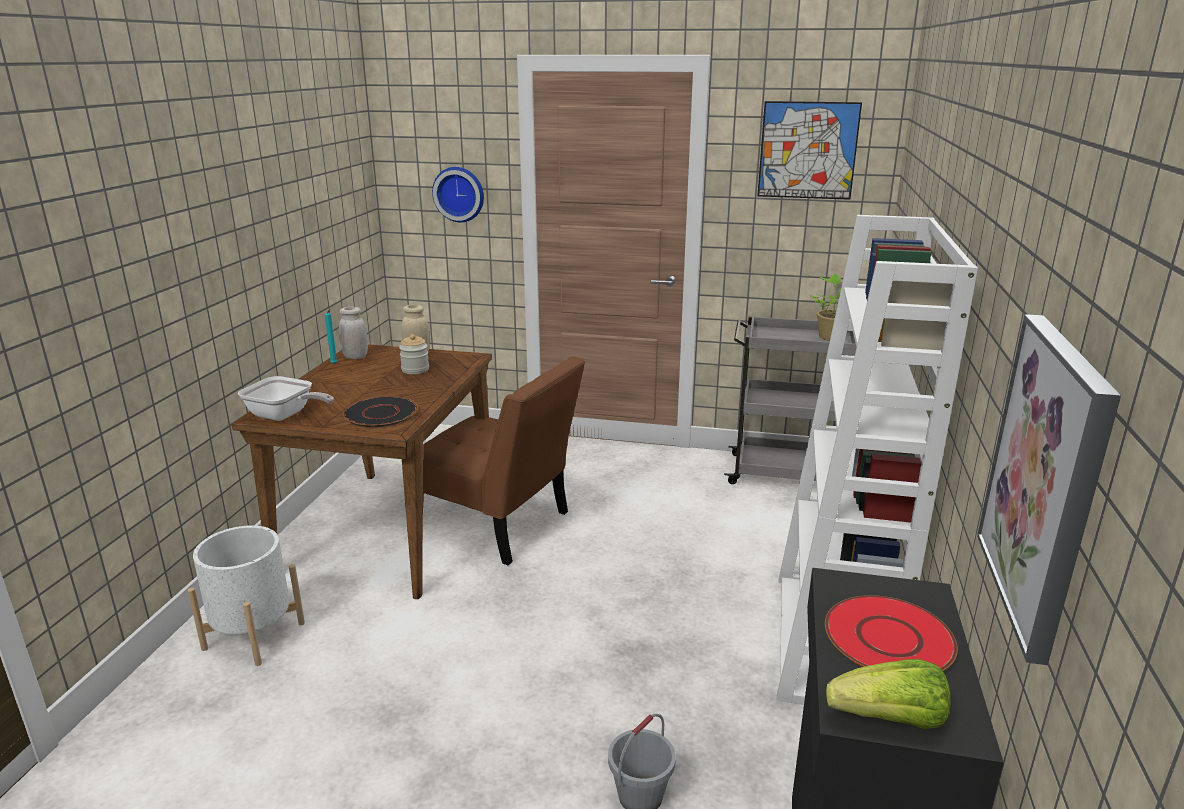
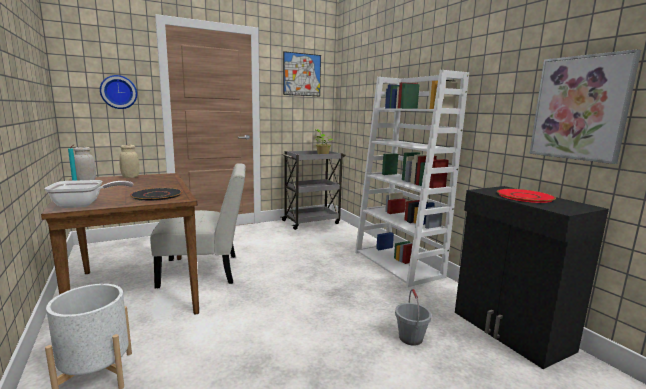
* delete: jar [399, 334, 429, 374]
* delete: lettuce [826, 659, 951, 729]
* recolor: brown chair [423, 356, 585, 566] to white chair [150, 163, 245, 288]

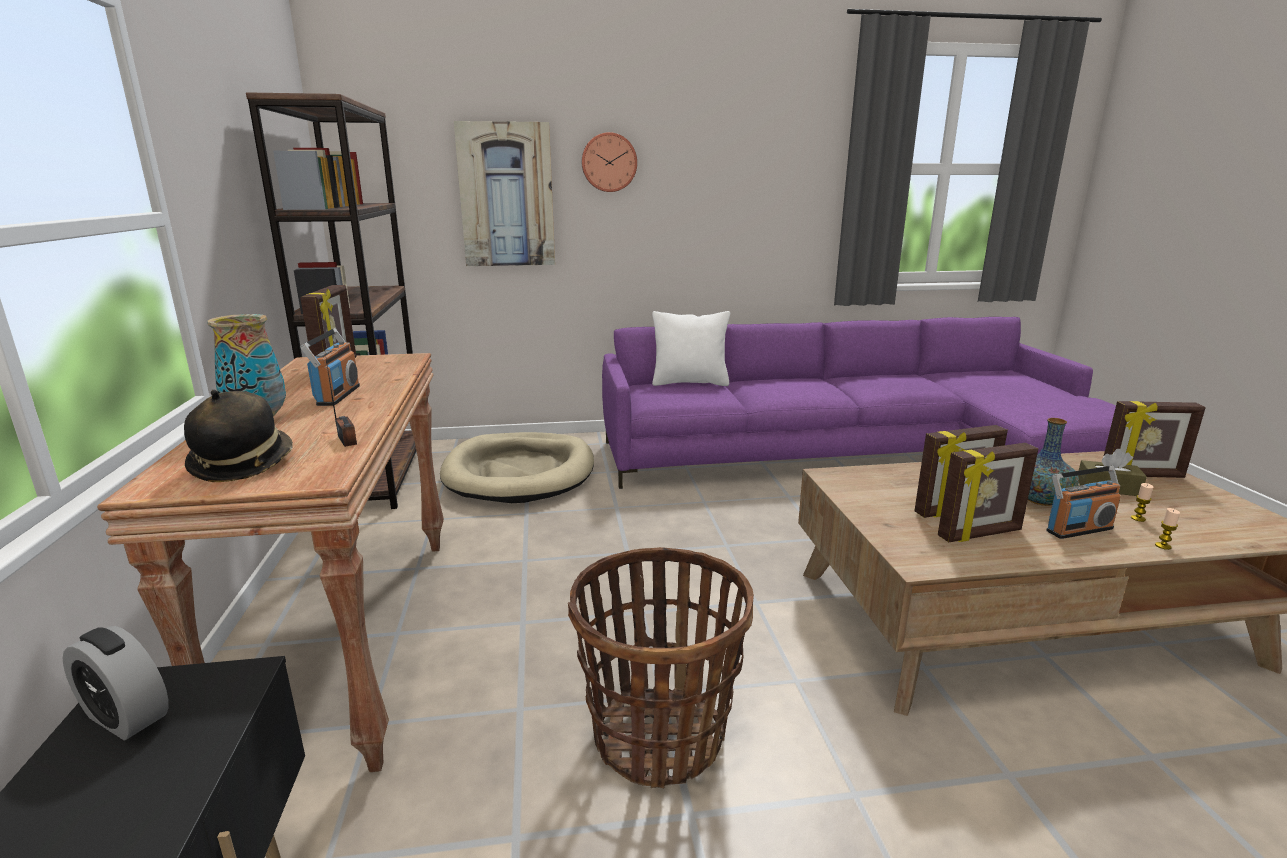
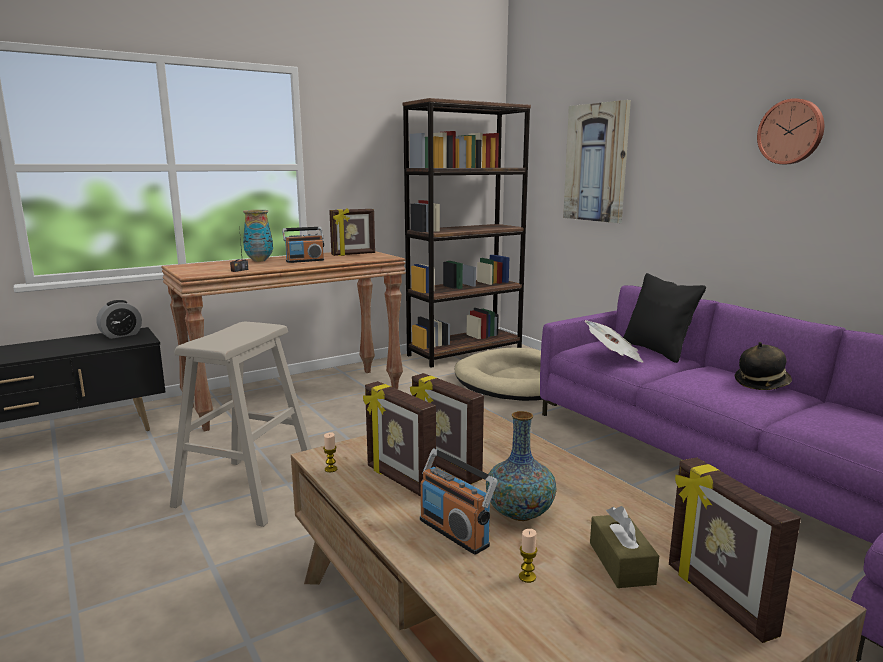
* insert: newspaper [585, 320, 644, 363]
* move: hat [184, 390, 293, 482] to [735, 342, 792, 390]
* move: wall clock [582, 132, 637, 192] to [757, 98, 824, 164]
* move: candle [1155, 508, 1180, 550] to [323, 432, 337, 472]
* replace: basket [568, 547, 754, 788] to beige stool [170, 322, 312, 527]
* recolor: white pillow [652, 311, 730, 386] to black pillow [623, 273, 706, 363]
* rotate: alarm clock [63, 626, 169, 741] = [97, 300, 142, 339] 135 degrees counterclockwise

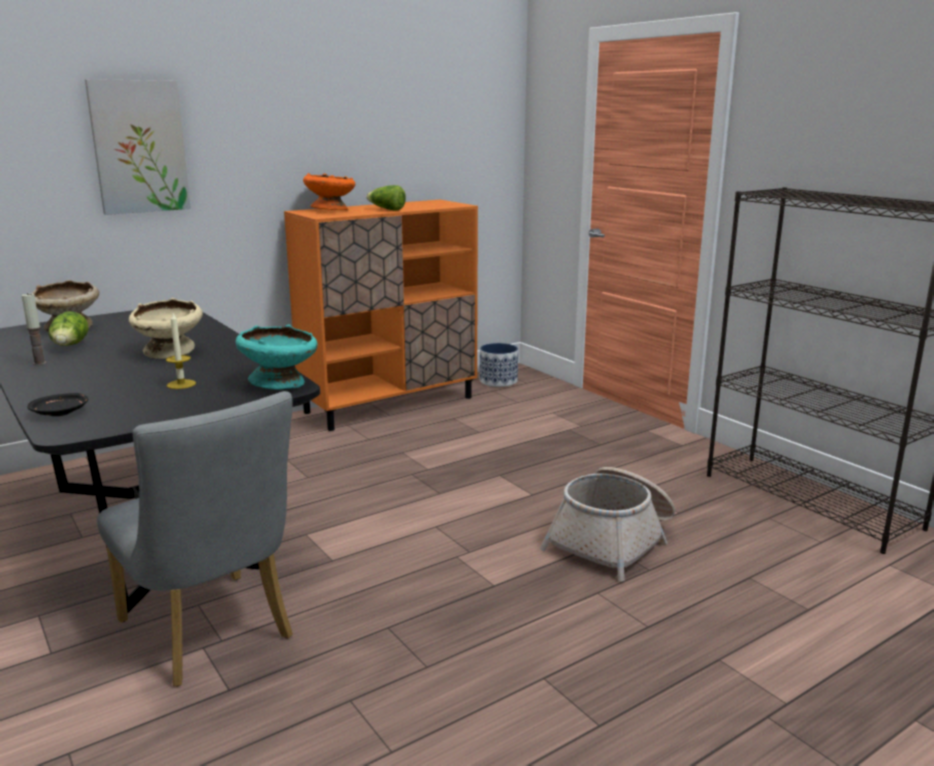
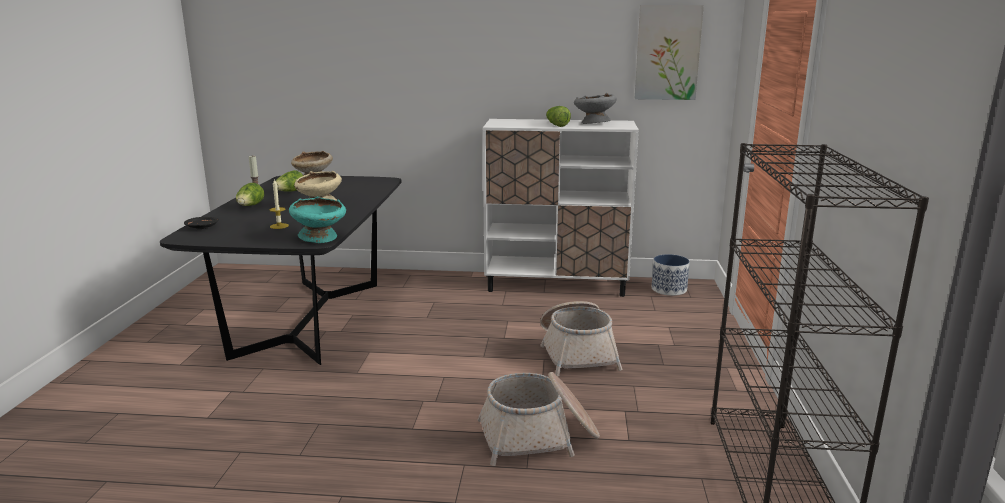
* delete: grey chair [97, 391, 293, 686]
* delete: orange bowl [303, 173, 355, 210]
* insert: lettuce [236, 183, 264, 206]
* insert: basket [540, 301, 623, 376]
* insert: grey bowl [574, 93, 617, 124]
* move: picture [85, 79, 191, 215] to [635, 5, 704, 100]
* recolor: orange cabinet [284, 200, 478, 431] to white cabinet [483, 119, 639, 297]

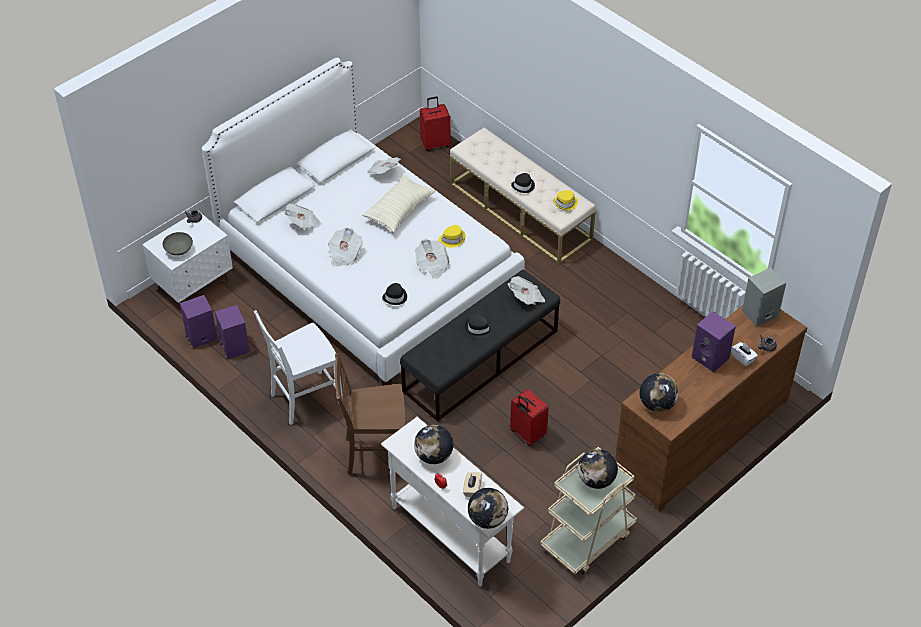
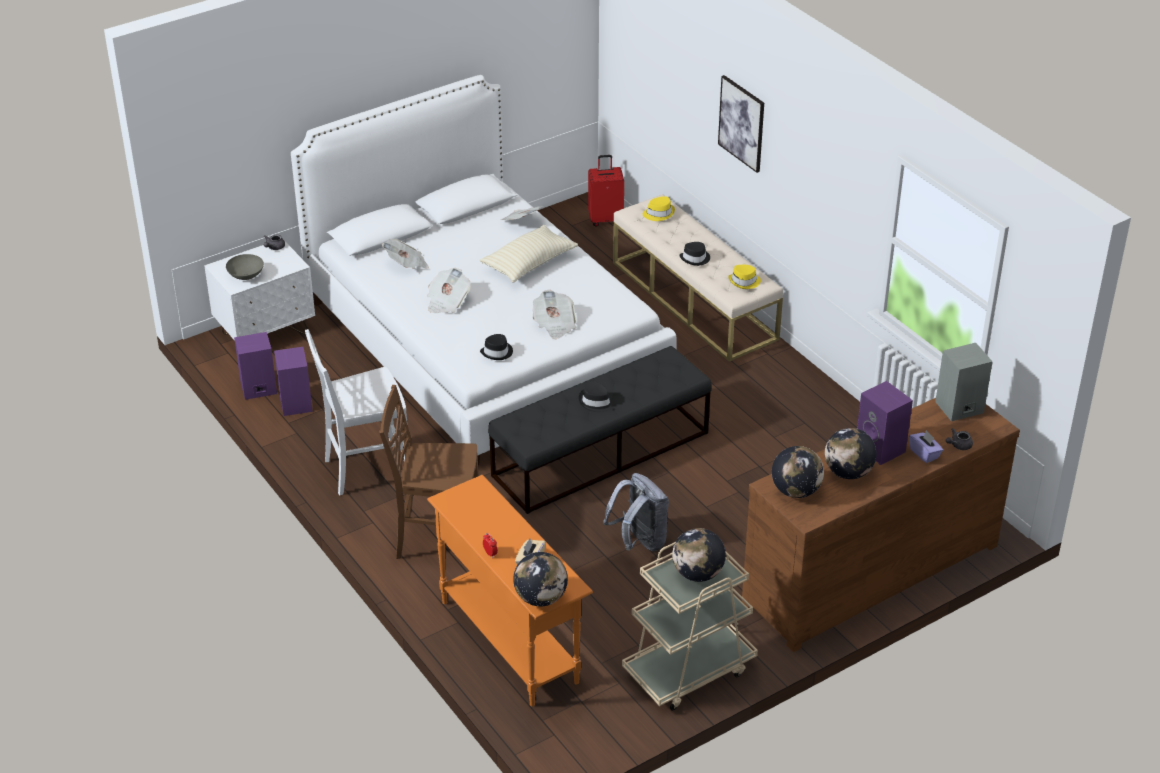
* delete: newspaper [508, 276, 545, 305]
* insert: picture [718, 75, 764, 173]
* move: globe [414, 425, 453, 464] to [825, 428, 877, 479]
* move: yellow hat [438, 225, 466, 248] to [643, 196, 675, 221]
* replace: red suitcase [510, 389, 549, 446] to grey backpack [603, 473, 669, 551]
* recolor: white console table [381, 417, 524, 587] to orange console table [427, 475, 593, 707]
* recolor: white tissue box [731, 342, 758, 366] to purple tissue box [909, 430, 943, 463]

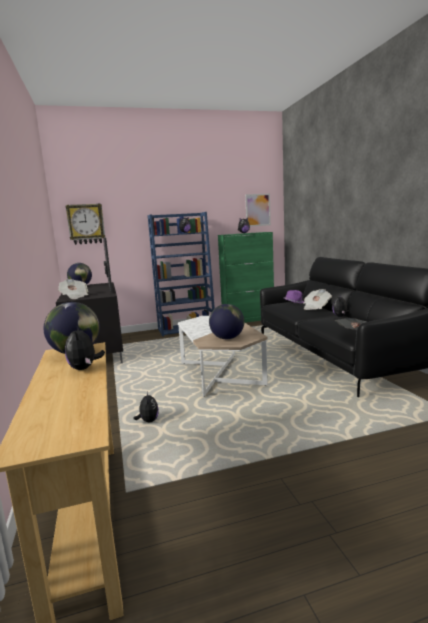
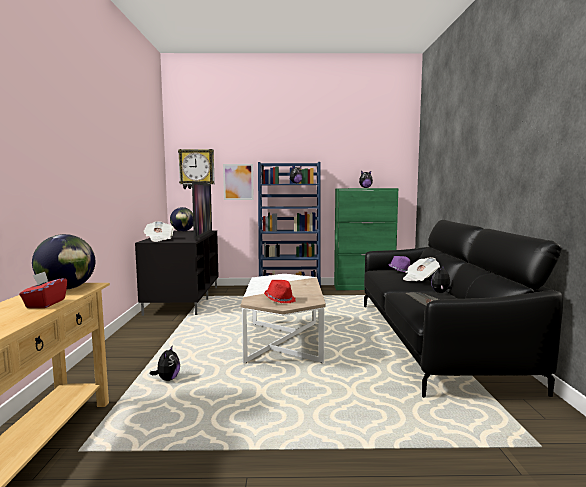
* move: picture [245, 194, 271, 227] to [223, 164, 254, 200]
* replace: plush toy [65, 326, 105, 370] to red tissue box [19, 271, 67, 308]
* replace: globe [209, 304, 244, 339] to red hat [264, 280, 296, 303]

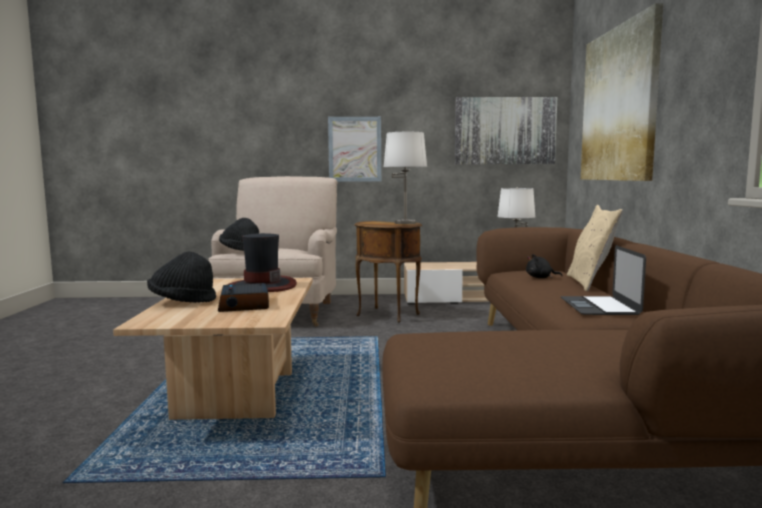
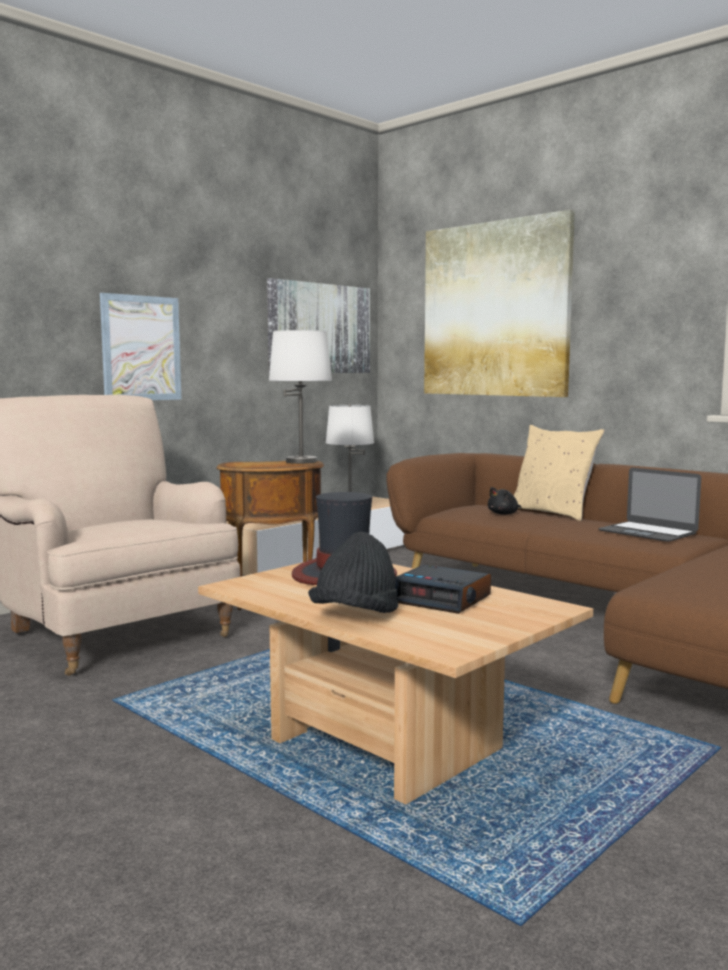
* delete: black hat [219, 218, 259, 251]

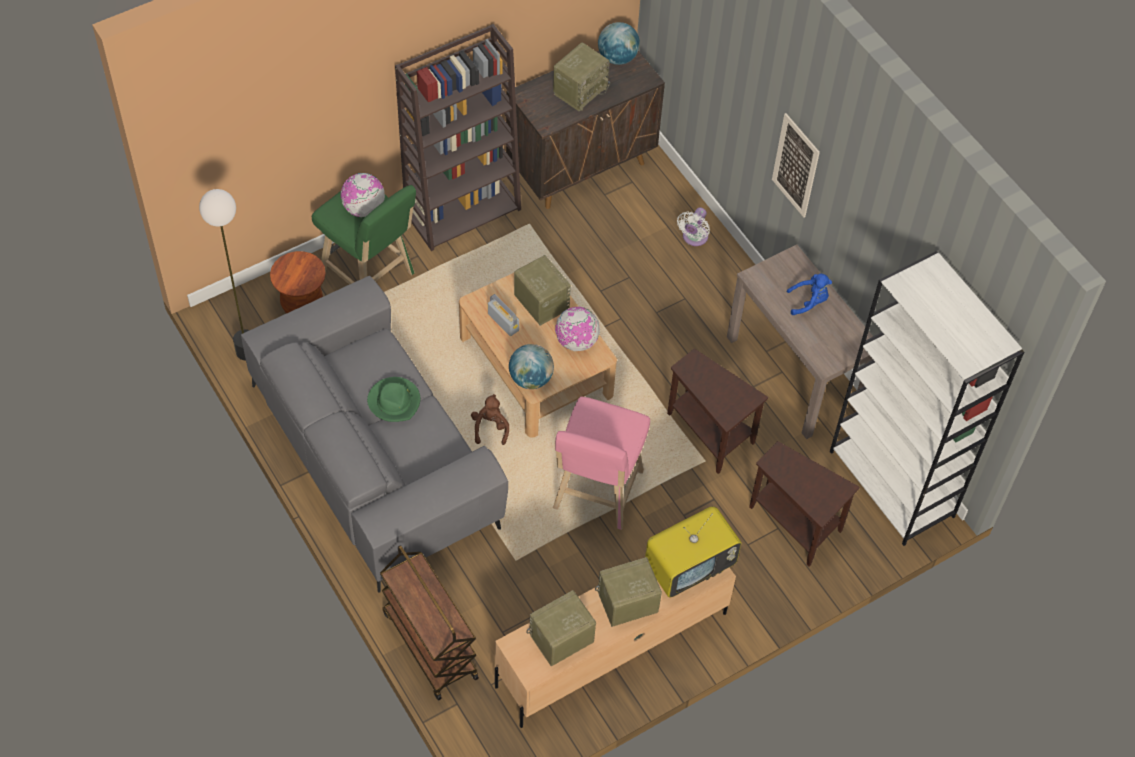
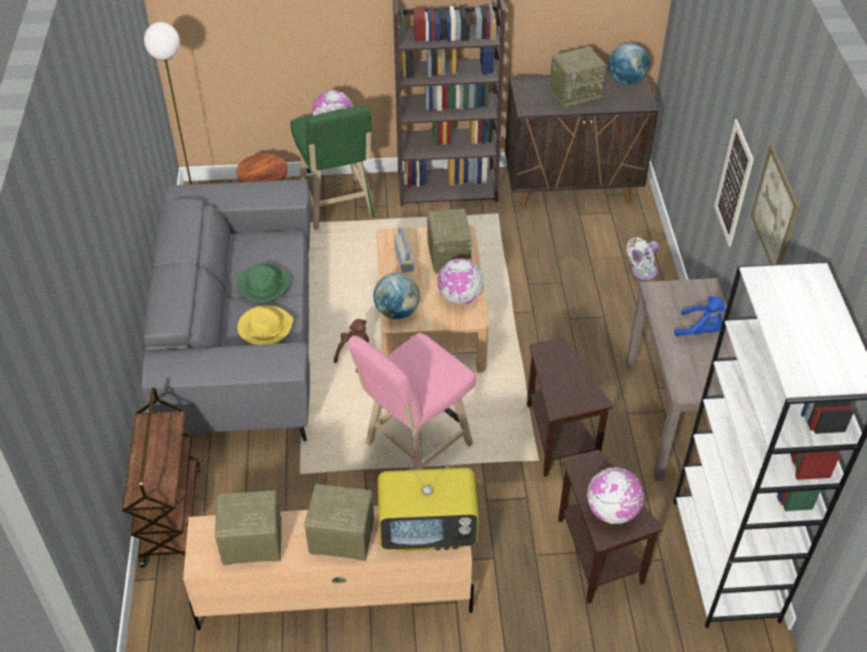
* insert: yellow hat [237, 305, 294, 345]
* insert: globe [587, 467, 644, 524]
* insert: picture [751, 145, 800, 264]

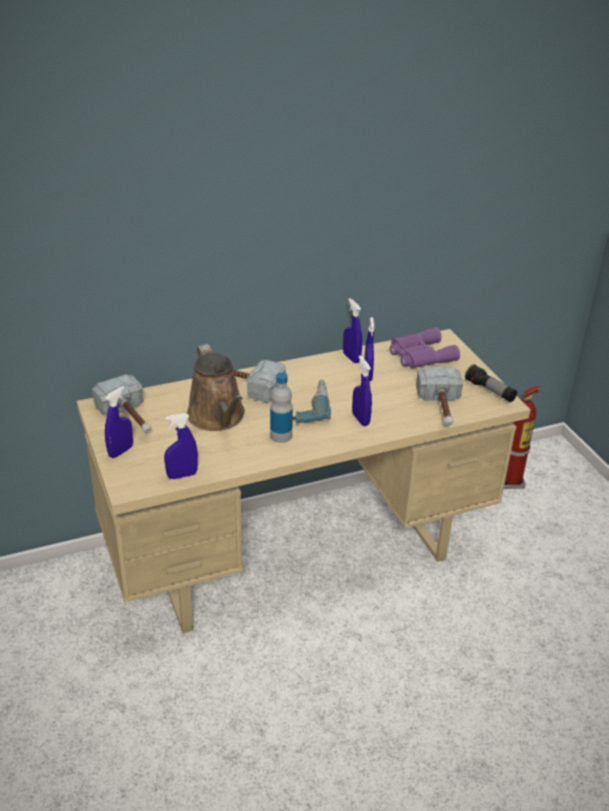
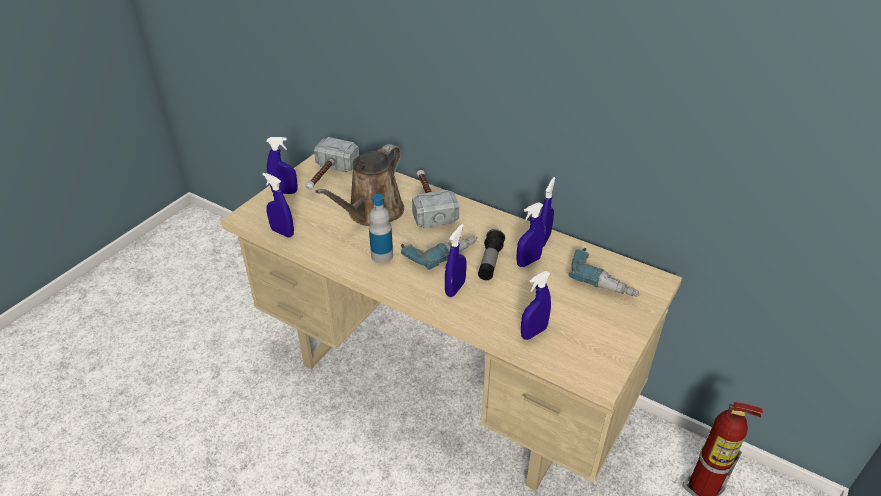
* move: flashlight [465, 364, 517, 402] to [478, 229, 505, 280]
* replace: purple binoculars [390, 327, 460, 368] to power drill [569, 248, 640, 297]
* replace: hammer [416, 367, 463, 425] to blue spray bottle [521, 271, 551, 340]

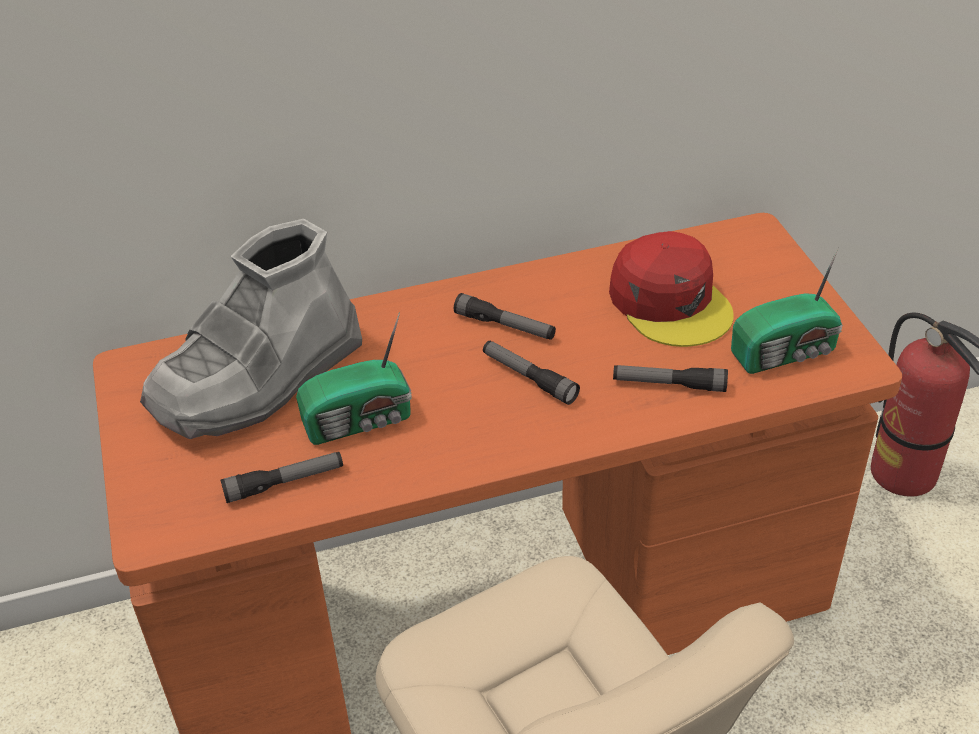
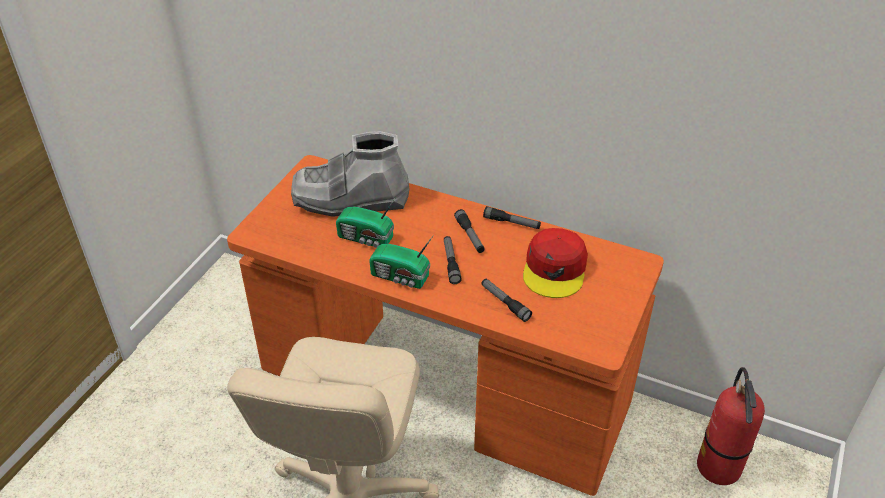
* move: flashlight [220, 452, 343, 503] to [483, 206, 541, 229]
* move: radio [731, 247, 843, 374] to [369, 235, 434, 289]

